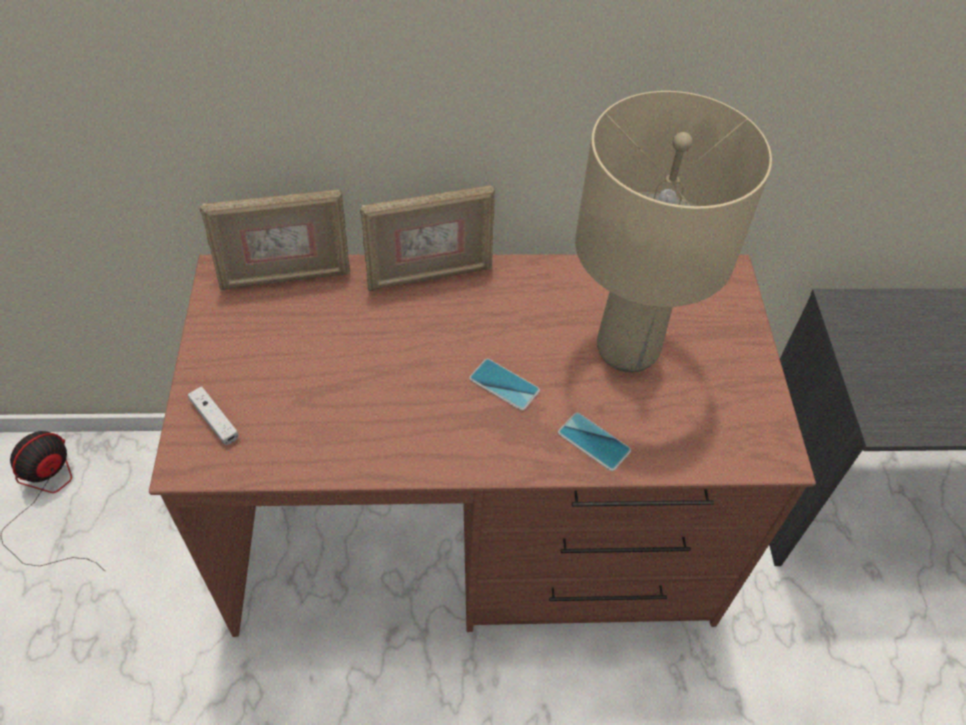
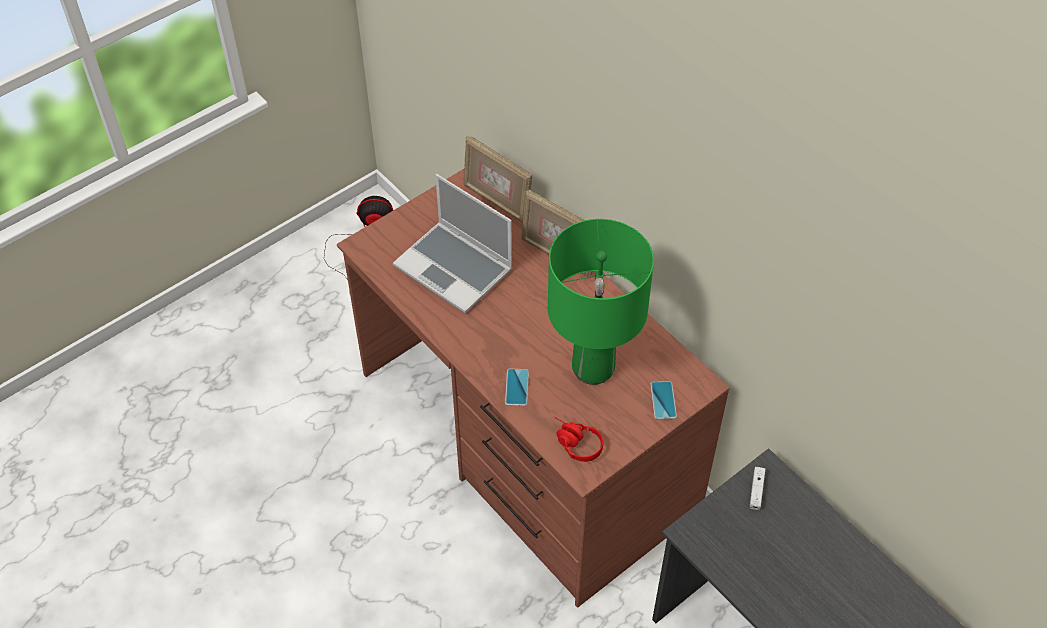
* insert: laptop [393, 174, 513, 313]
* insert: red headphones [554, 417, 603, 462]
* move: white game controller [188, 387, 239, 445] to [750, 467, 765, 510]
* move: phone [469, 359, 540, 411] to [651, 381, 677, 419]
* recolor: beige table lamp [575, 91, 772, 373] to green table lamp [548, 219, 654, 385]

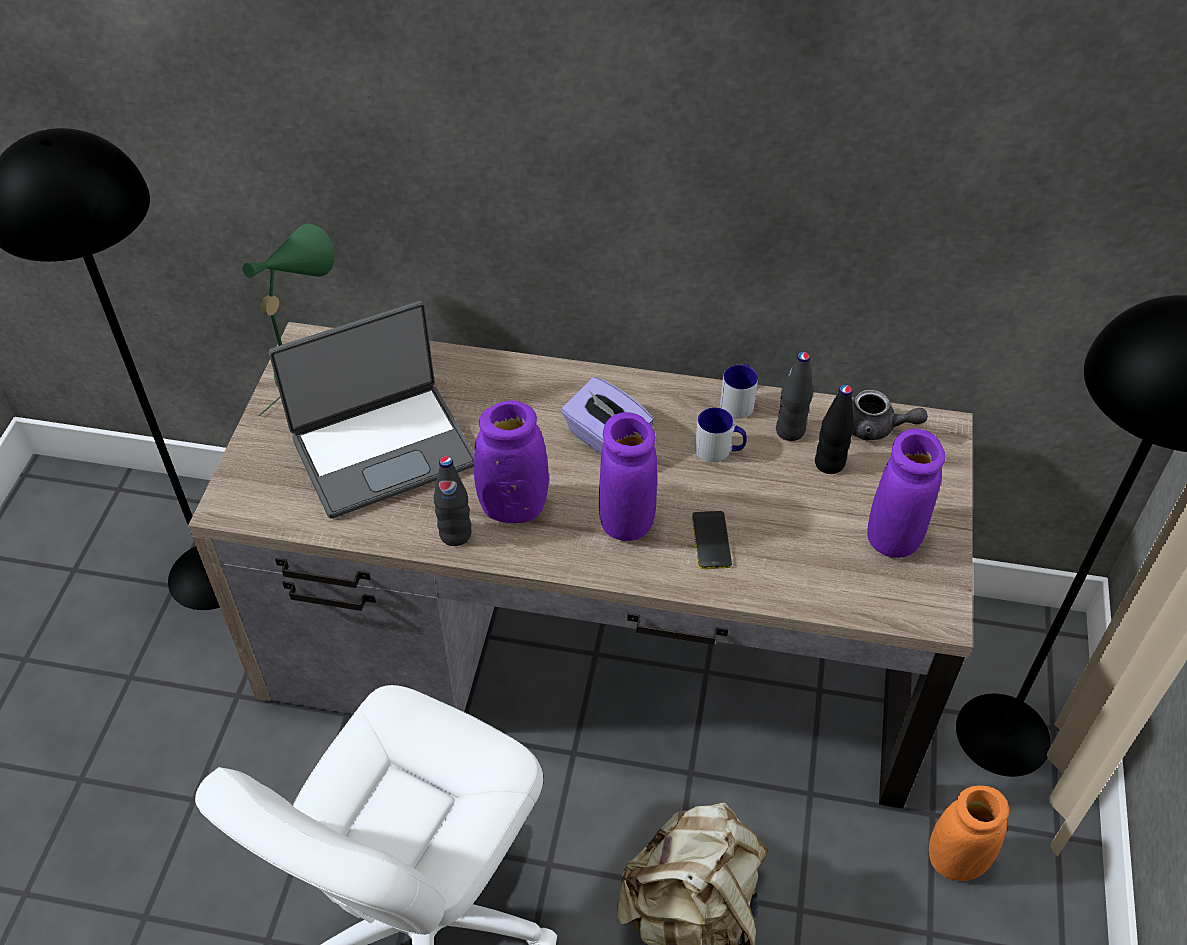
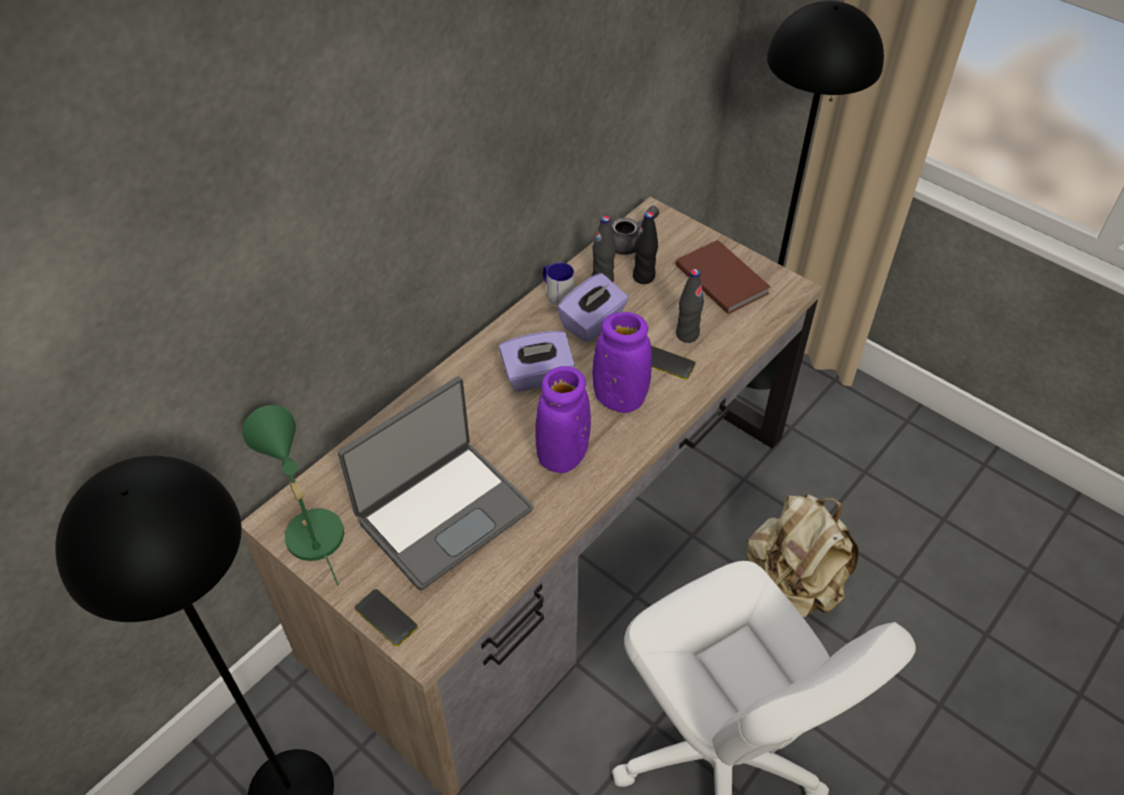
* delete: orange vase [929, 785, 1009, 881]
* insert: phone [355, 589, 418, 647]
* move: black bottle [434, 456, 471, 546] to [676, 269, 704, 343]
* replace: mug [695, 407, 747, 463] to purple tissue box [557, 273, 629, 342]
* replace: purple vase [867, 429, 945, 558] to brown book [676, 240, 771, 314]
* rotate: laptop [269, 301, 474, 518] = [338, 376, 534, 590] 45 degrees clockwise

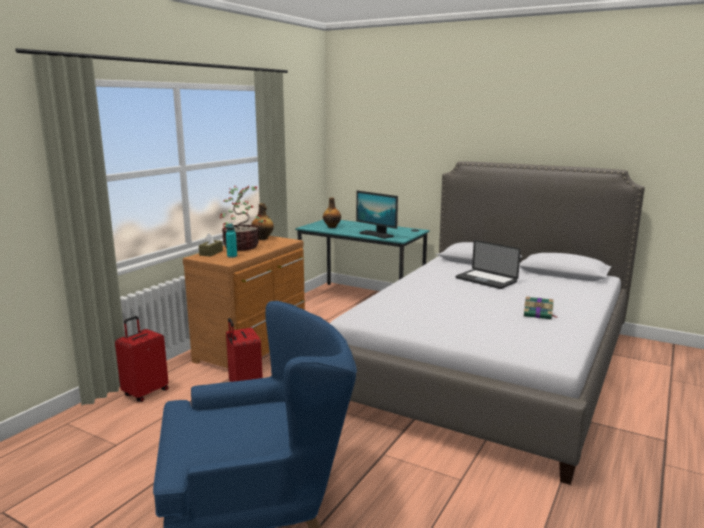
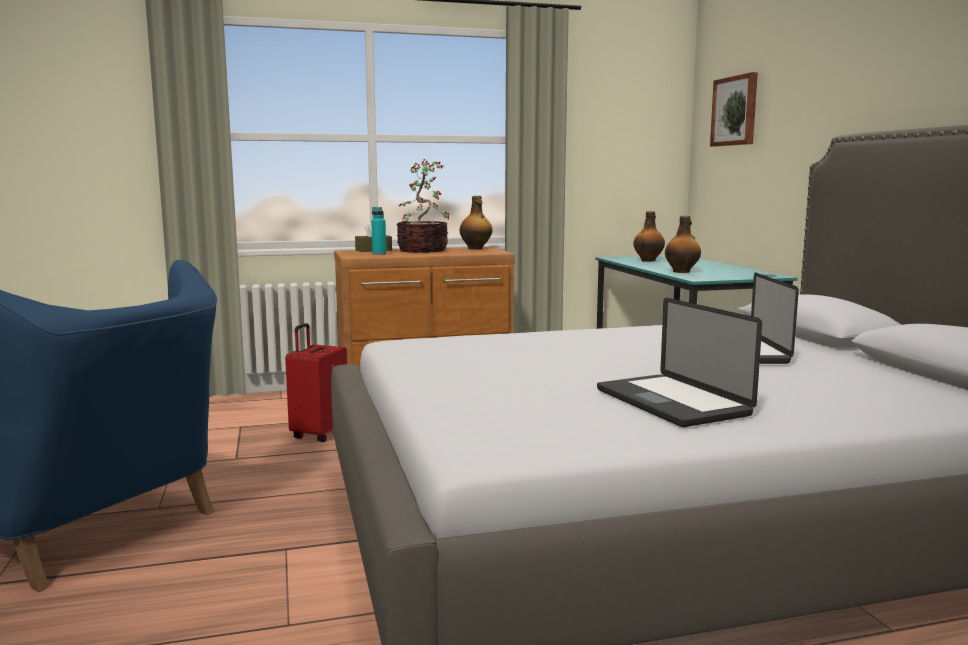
* delete: red suitcase [115, 316, 169, 402]
* insert: picture [710, 72, 758, 147]
* replace: monitor [356, 190, 398, 239] to bottle [665, 216, 701, 273]
* replace: book [524, 296, 558, 320] to laptop [597, 298, 762, 427]

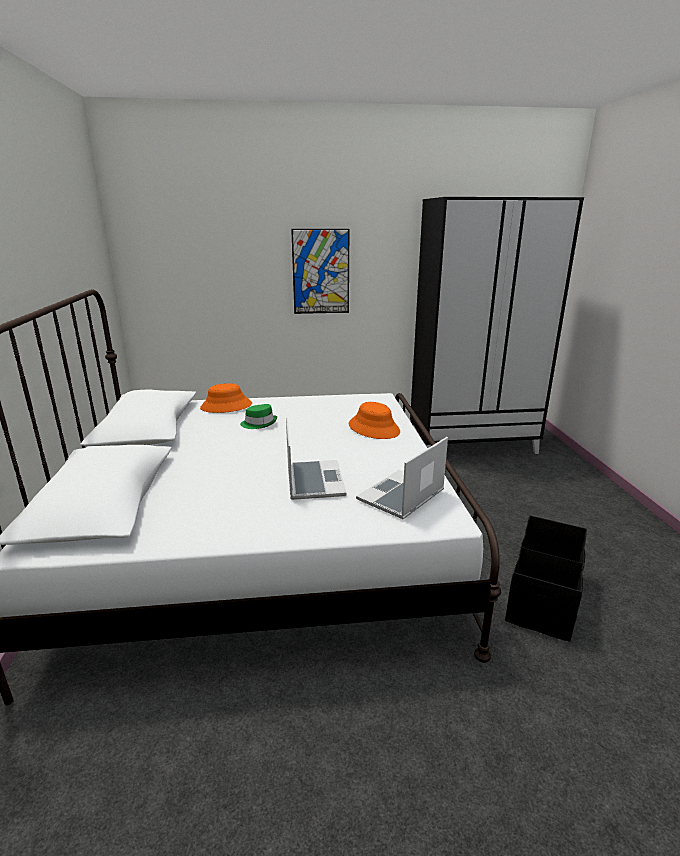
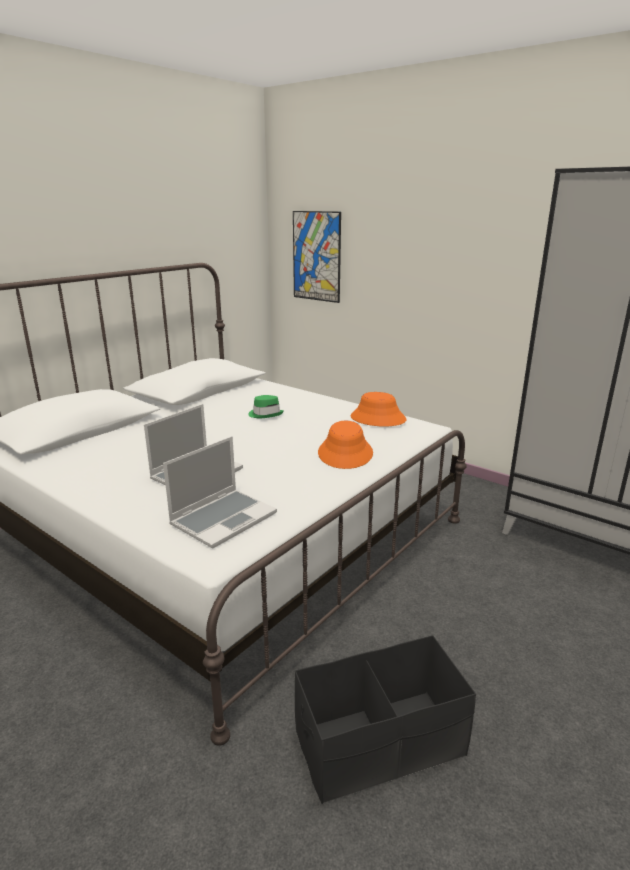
* move: orange hat [200, 383, 252, 413] to [351, 392, 407, 427]
* move: picture [291, 229, 349, 314] to [293, 211, 341, 303]
* rotate: laptop [356, 437, 448, 519] = [163, 436, 277, 548] 135 degrees clockwise

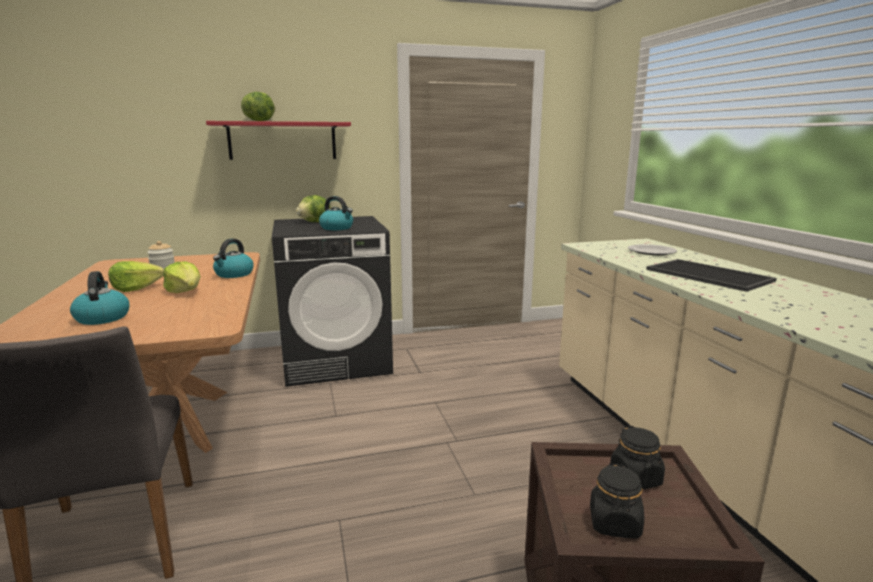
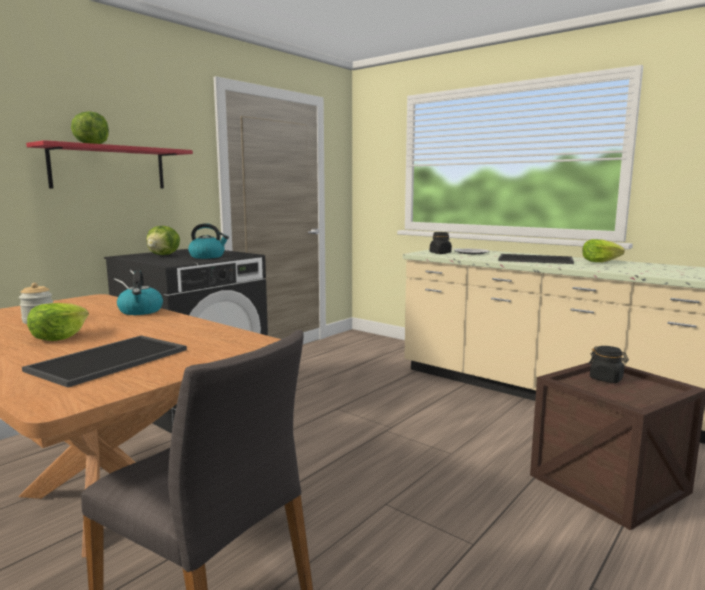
* move: lettuce [163, 262, 201, 293] to [582, 239, 625, 262]
* move: black jar [590, 463, 644, 539] to [430, 232, 452, 254]
* replace: kettle [70, 271, 129, 325] to tray [22, 336, 187, 388]

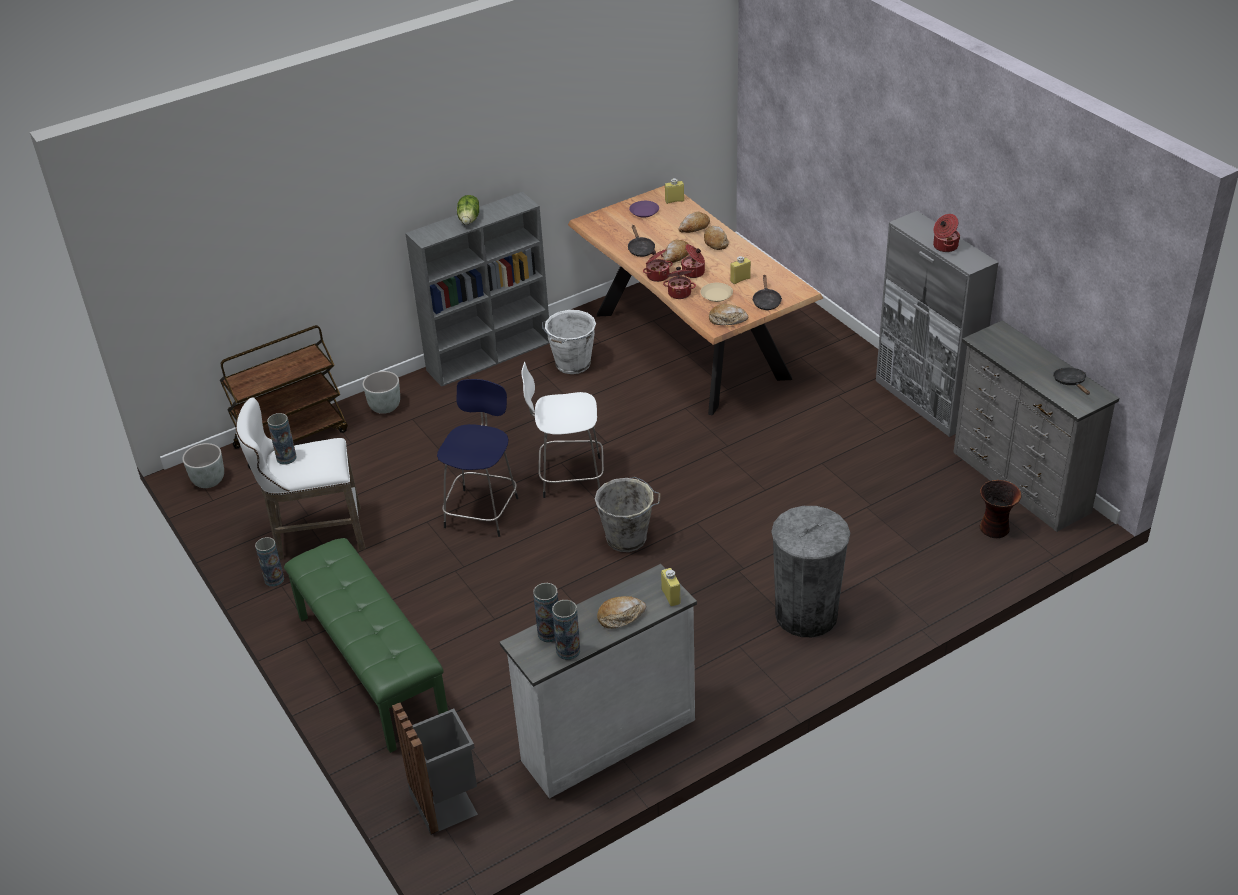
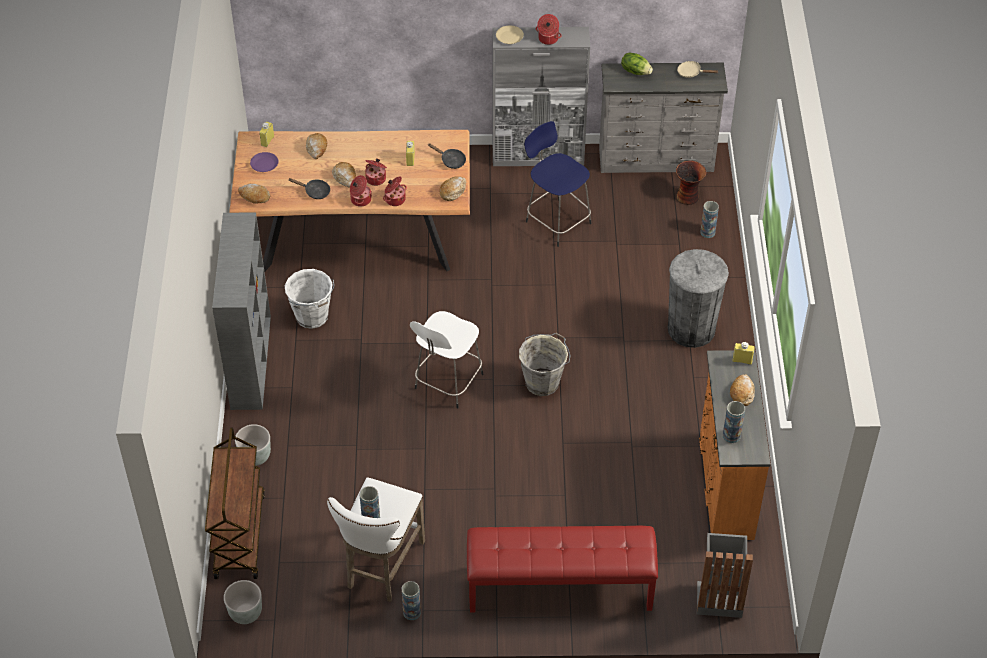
* move: blue stool [437, 379, 518, 537] to [524, 121, 592, 247]
* move: lettuce [457, 195, 479, 225] to [621, 52, 653, 75]
* move: vase [552, 600, 580, 660] to [700, 201, 719, 238]
* move: beige plate [700, 283, 733, 302] to [496, 26, 524, 44]
* move: bread [704, 226, 729, 250] to [238, 184, 270, 204]
* recolor: green bench [284, 538, 448, 753] to red bench [467, 526, 658, 613]
* recolor: white dresser [500, 564, 697, 799] to orange dresser [699, 350, 771, 540]
* recolor: black frying pan [1053, 367, 1090, 395] to beige frying pan [677, 61, 718, 78]

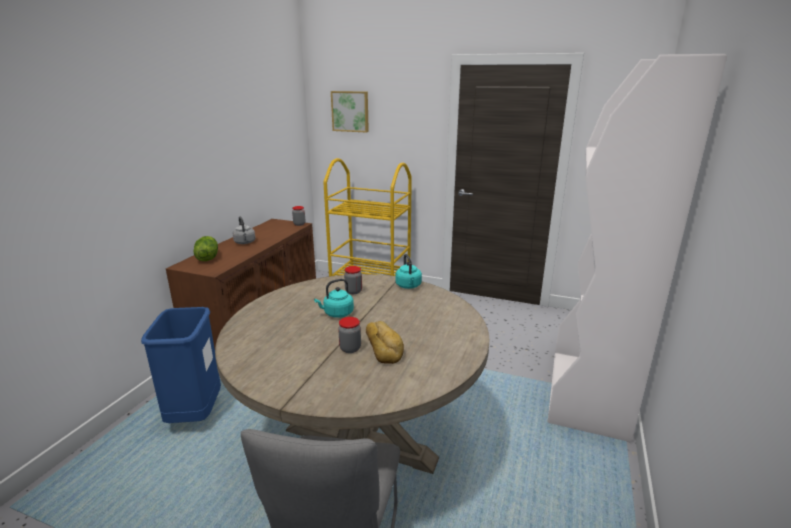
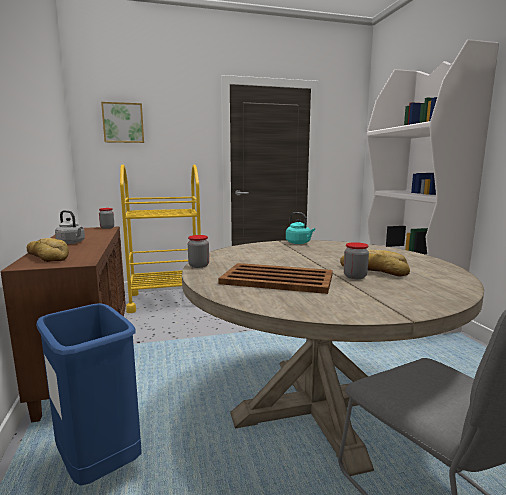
* delete: turquoise kettle [314, 279, 354, 318]
* insert: brown tray [218, 263, 333, 294]
* move: jar [344, 266, 362, 294] to [188, 235, 209, 268]
* replace: lettuce [194, 236, 218, 261] to bread [27, 238, 69, 262]

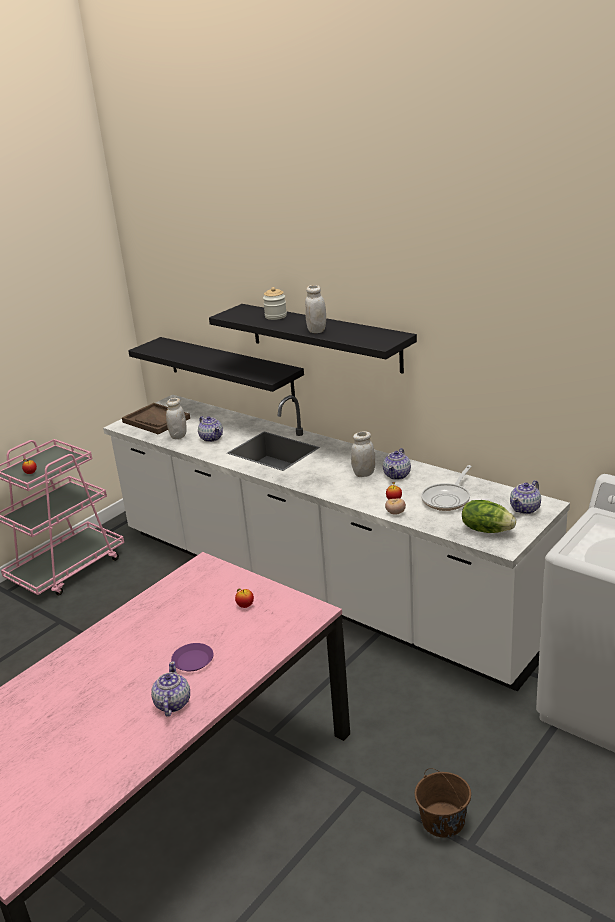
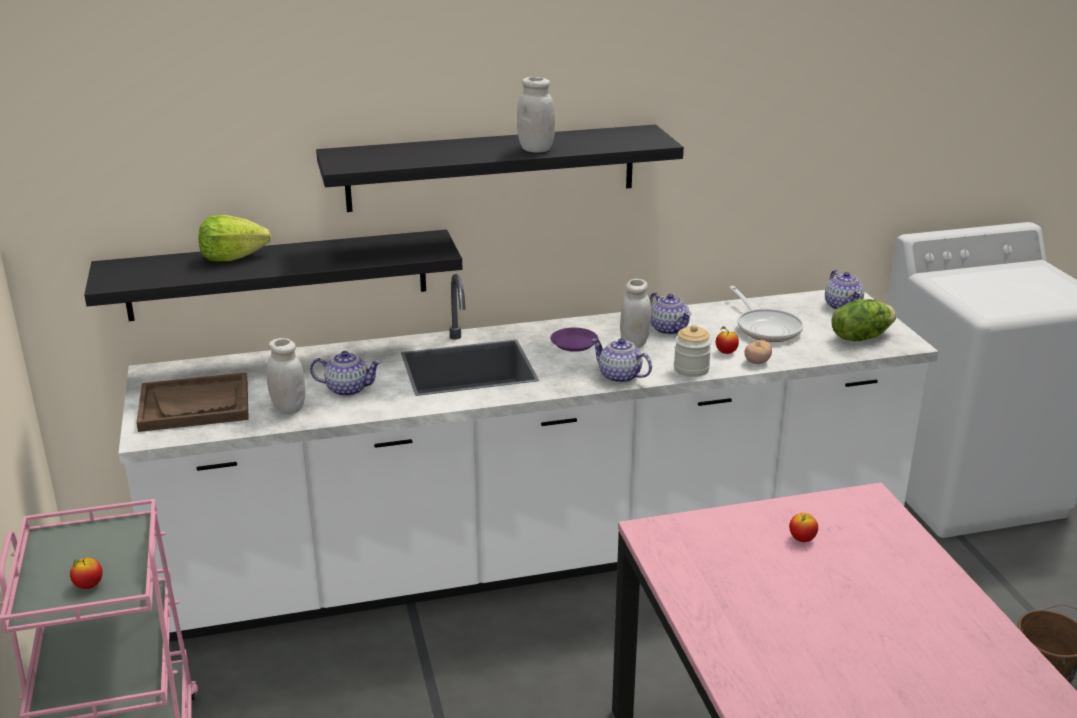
* insert: lettuce [199, 215, 271, 261]
* move: teapot [151, 661, 190, 717] to [591, 338, 652, 383]
* move: purple plate [171, 643, 213, 671] to [551, 328, 598, 352]
* move: jar [263, 287, 287, 320] to [674, 325, 712, 377]

